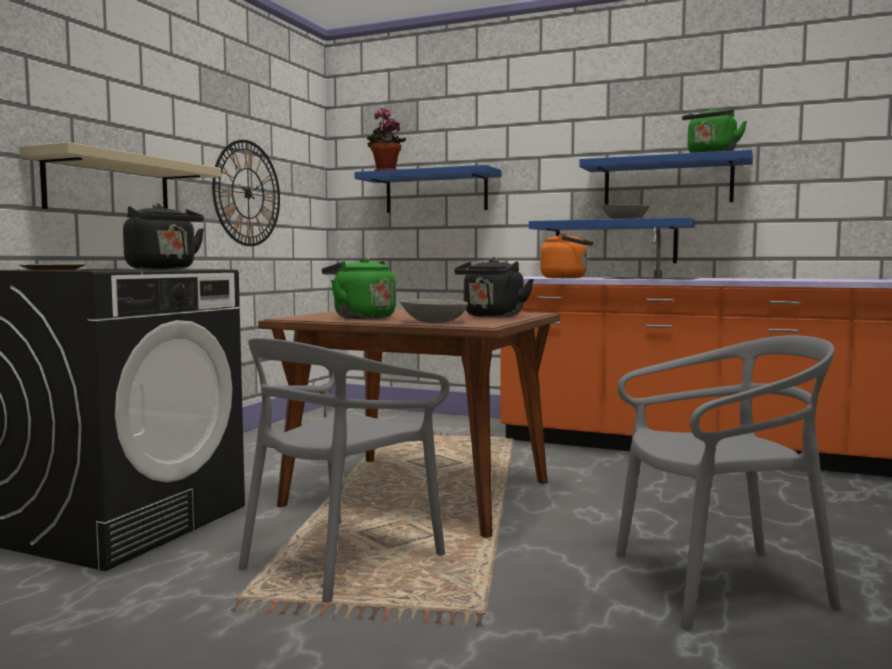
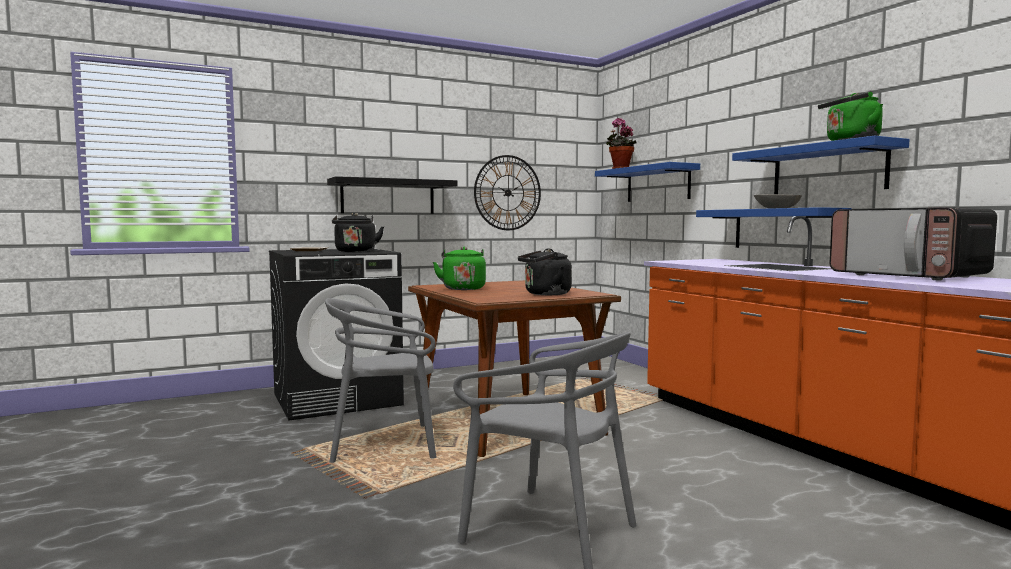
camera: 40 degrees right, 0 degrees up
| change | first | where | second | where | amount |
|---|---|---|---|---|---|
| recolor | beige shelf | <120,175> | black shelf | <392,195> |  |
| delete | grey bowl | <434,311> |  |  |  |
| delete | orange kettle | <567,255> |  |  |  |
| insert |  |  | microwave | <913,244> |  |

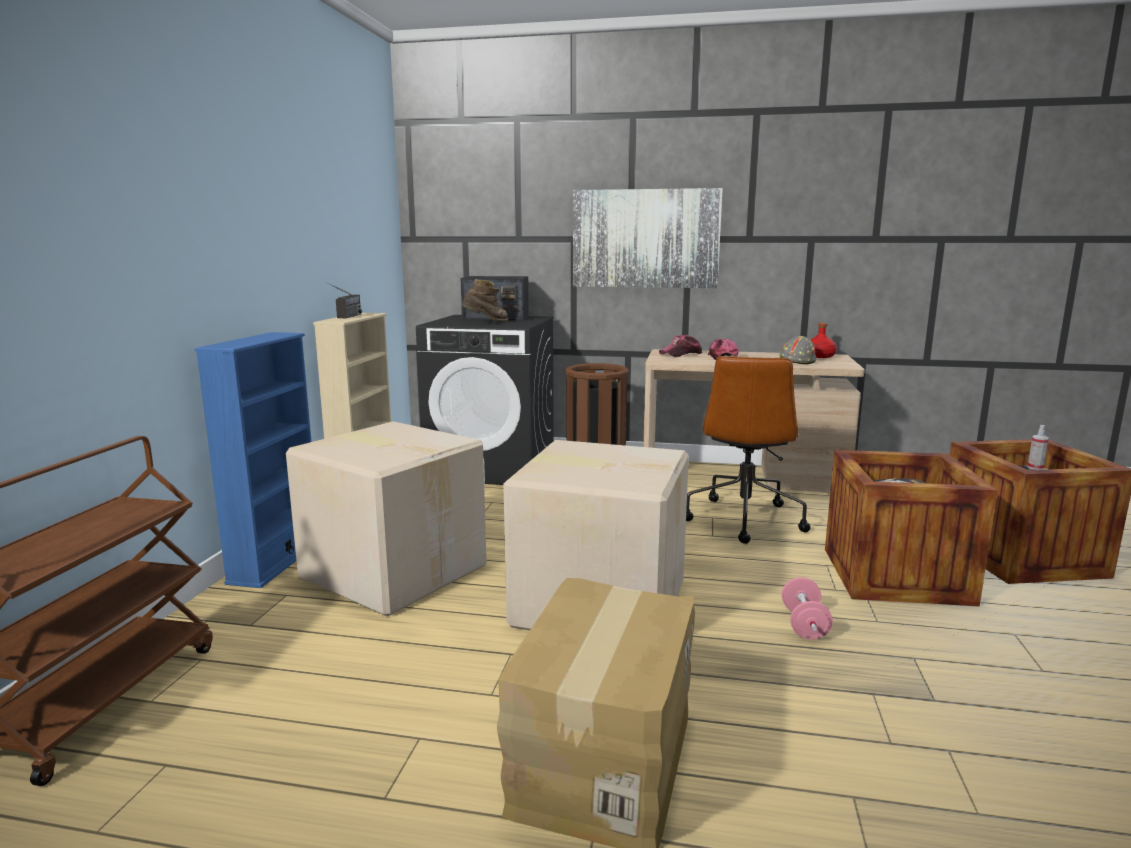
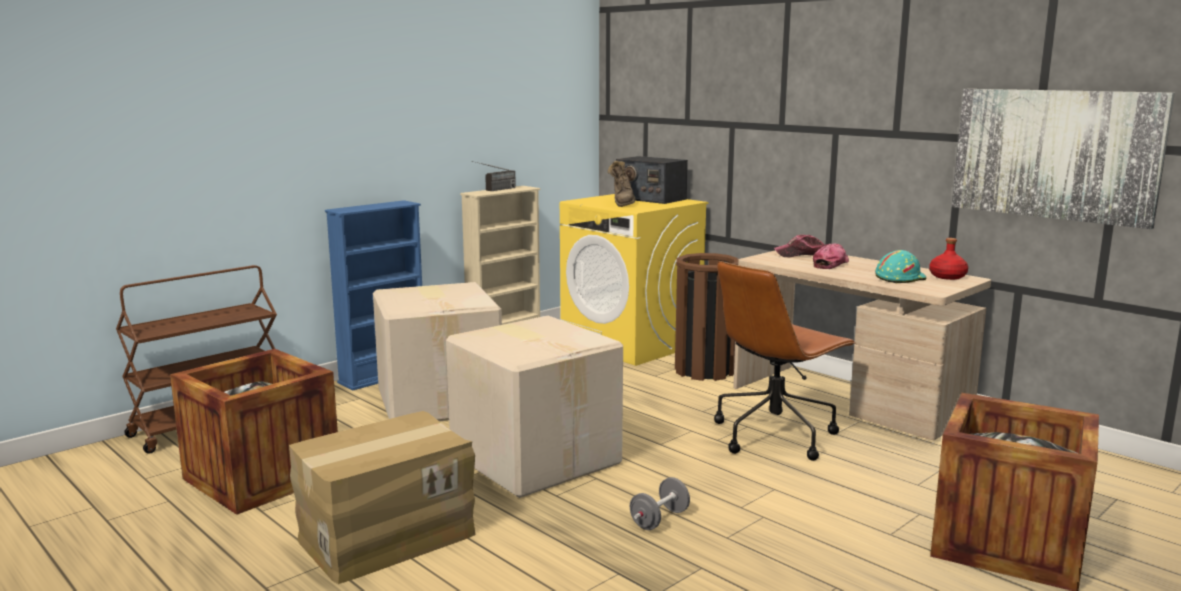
camera: 35 degrees right, 0 degrees up
| change | first | where | second | where | amount |
|---|---|---|---|---|---|
| recolor | black washing machine | <485,400> | yellow washing machine | <634,280> |  |
| rotate | brown boot | <484,300> |  | <621,184> | 90 degrees clockwise |
| move | picture | <648,238> |  | <1063,159> |  |
| recolor | grey hard hat | <798,350> | turquoise hard hat | <901,266> |  |
| recolor | pink dumbbell | <807,608> | grey dumbbell | <660,503> |  |
| move | crate | <911,528> |  | <254,432> |  |
| delete | spray bottle | <1038,447> |  |  |  |

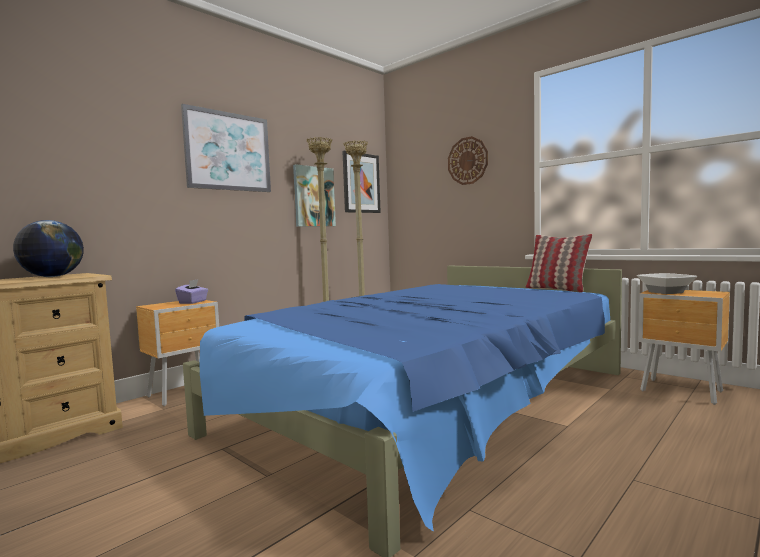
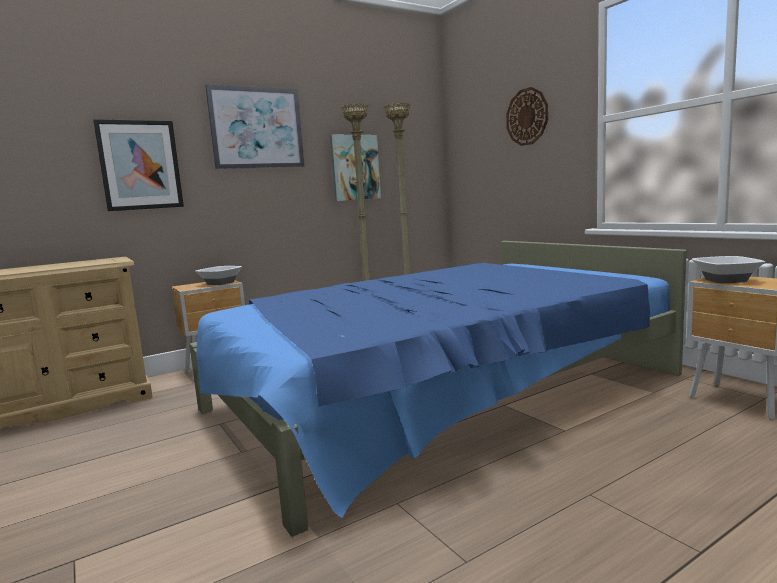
camera: 15 degrees right, 5 degrees up
| change | first | where | second | where | amount |
|---|---|---|---|---|---|
| delete | globe | <48,248> |  |  |  |
| replace | purple tissue box | <191,292> | bowl | <218,275> |  |
| move | picture | <361,182> |  | <138,165> |  |
| delete | pillow | <559,263> |  |  |  |

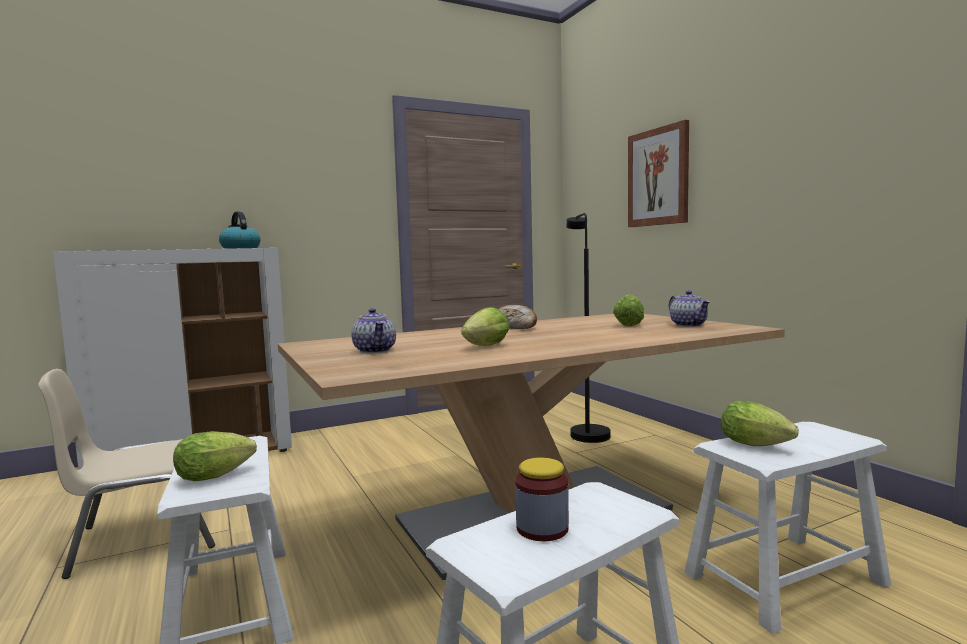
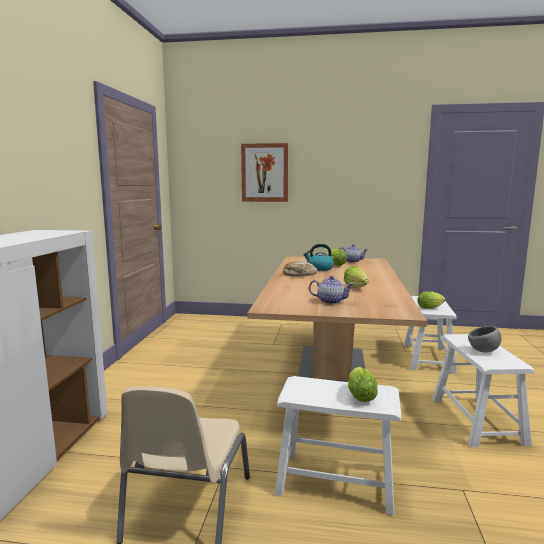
camera: 55 degrees left, 5 degrees up
| change | first | where | second | where | amount |
|---|---|---|---|---|---|
| move | kettle | <239,230> |  | <318,257> |  |
| replace | jar | <542,499> | grey bowl | <485,339> |  |
| delete | black floor lamp | <589,328> |  |  |  |

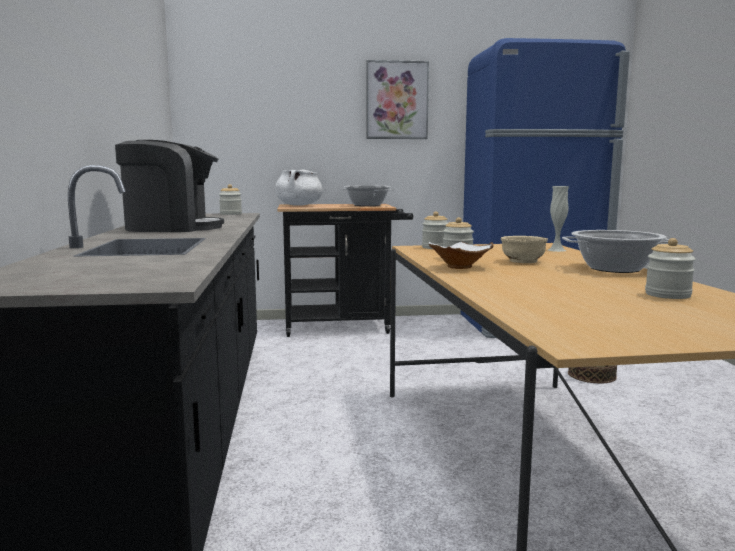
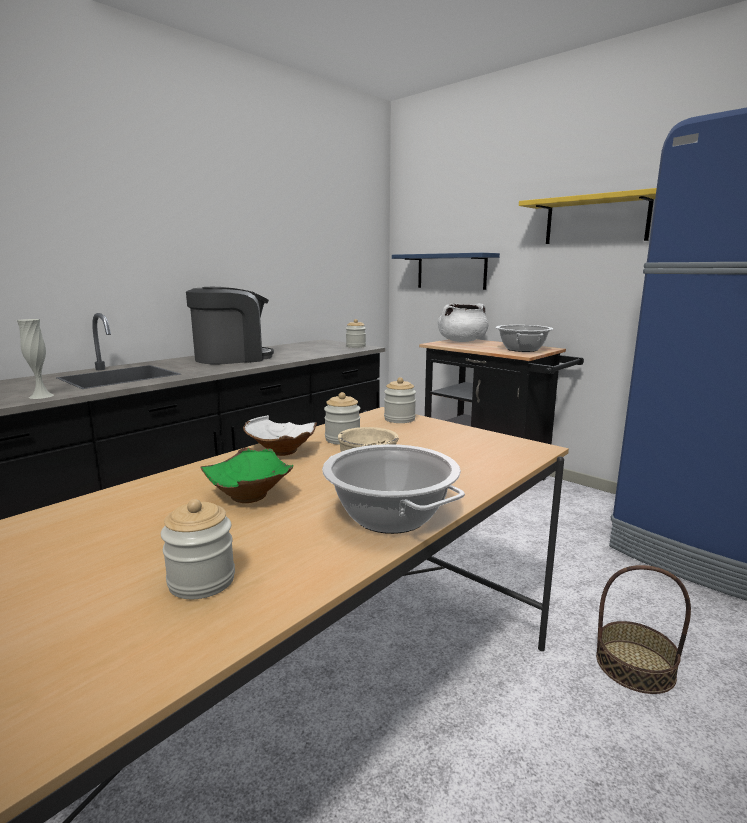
camera: 50 degrees right, 5 degrees up
| change | first | where | second | where | amount |
|---|---|---|---|---|---|
| rotate | coffee machine | <169,186> |  | <230,325> | 75 degrees counterclockwise |
| replace | picture | <397,99> | yellow shelf | <588,216> |  |
| move | white vase | <558,219> |  | <35,359> |  |
| insert |  |  | green bowl | <247,475> |  |
| insert |  |  | blue shelf | <446,271> |  |

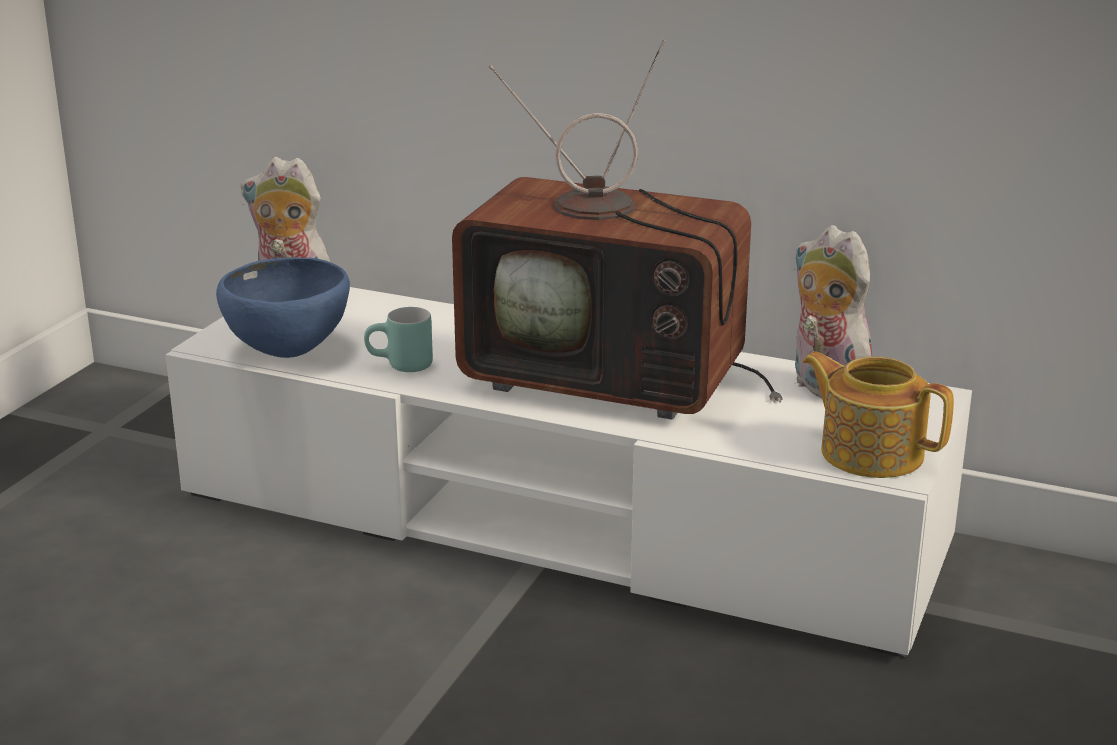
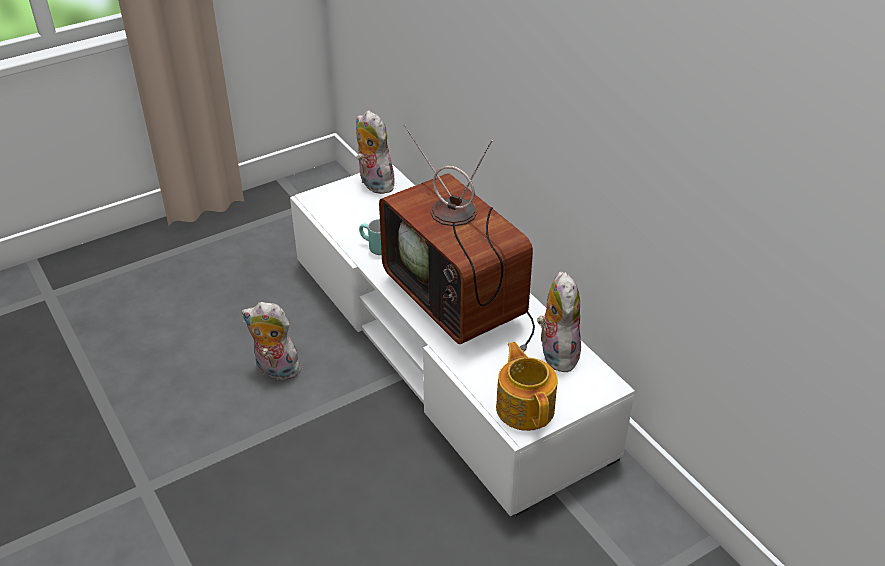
camera: 35 degrees right, 15 degrees up
| change | first | where | second | where | amount |
|---|---|---|---|---|---|
| delete | blue bowl | <283,307> |  |  |  |
| insert |  |  | plush toy | <273,341> |  |

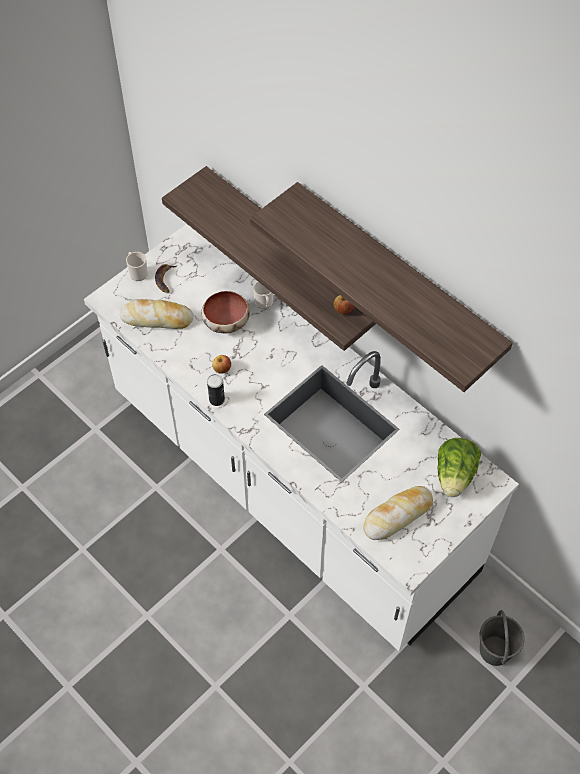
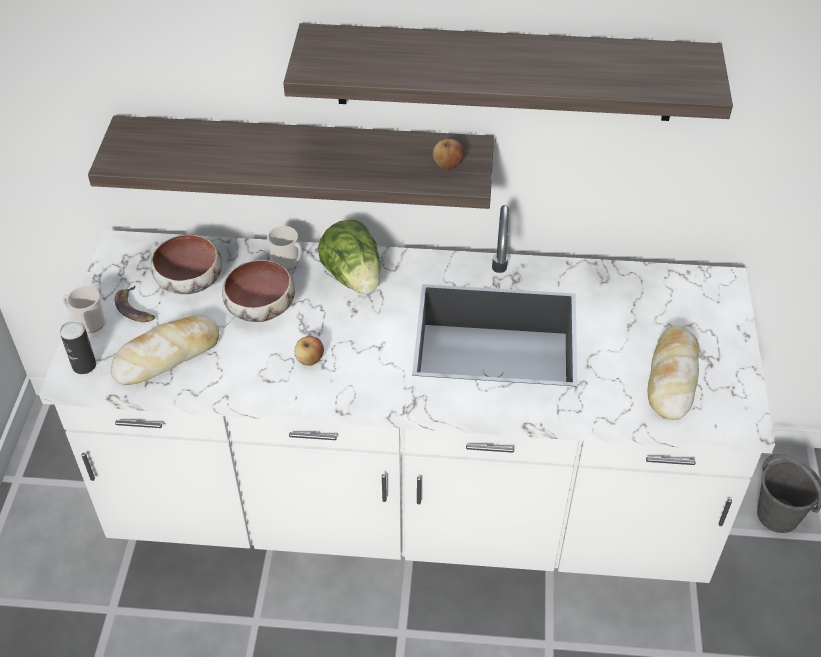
camera: 40 degrees left, 10 degrees down
| change | first | where | second | where | amount |
|---|---|---|---|---|---|
| move | can | <216,390> |  | <78,347> |  |
| move | lettuce | <459,467> |  | <349,257> |  |
| insert |  |  | bowl | <186,264> |  |

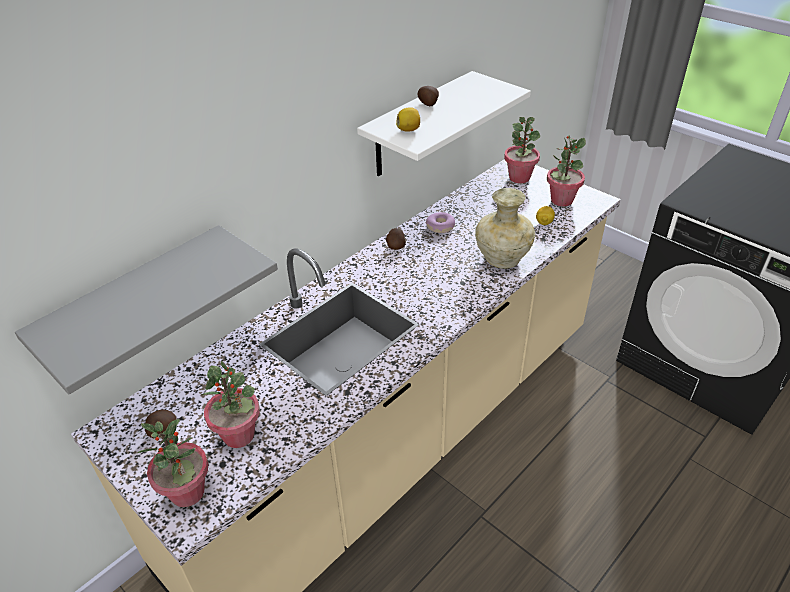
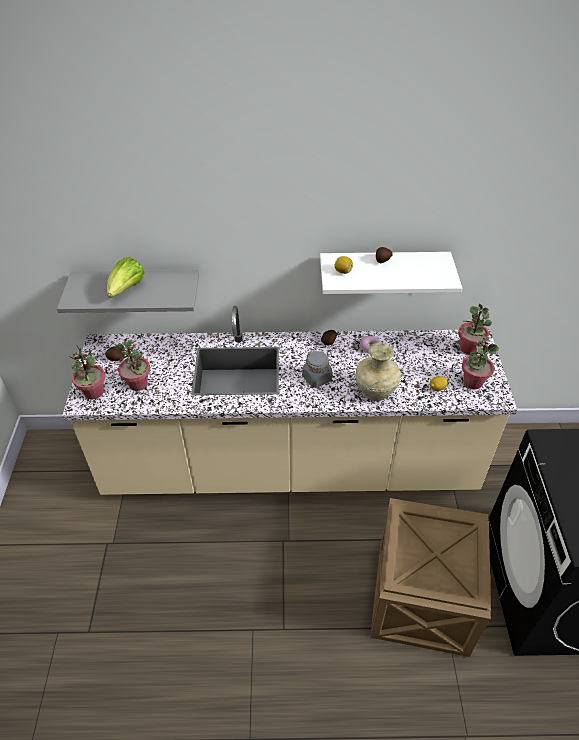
camera: 45 degrees right, 5 degrees up
| change | first | where | second | where | amount |
|---|---|---|---|---|---|
| insert |  |  | lettuce | <126,277> |  |
| insert |  |  | grey jar | <317,369> |  |
| insert |  |  | crate | <431,577> |  |

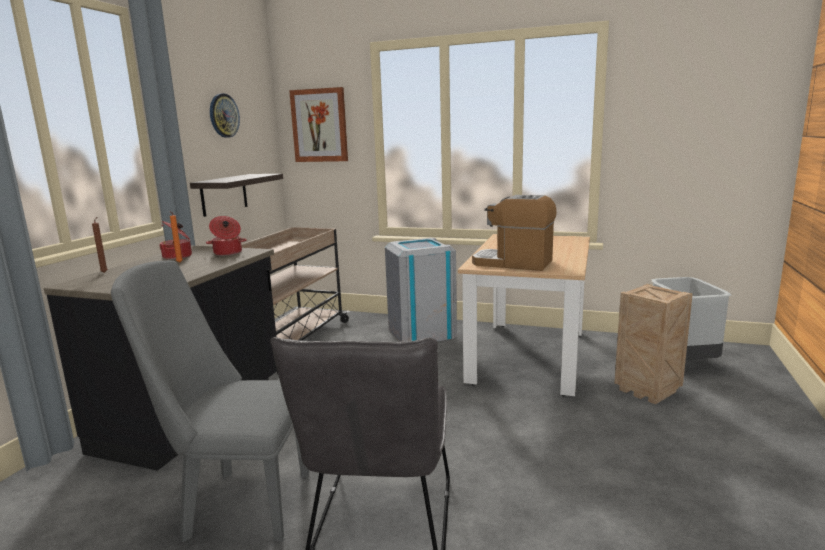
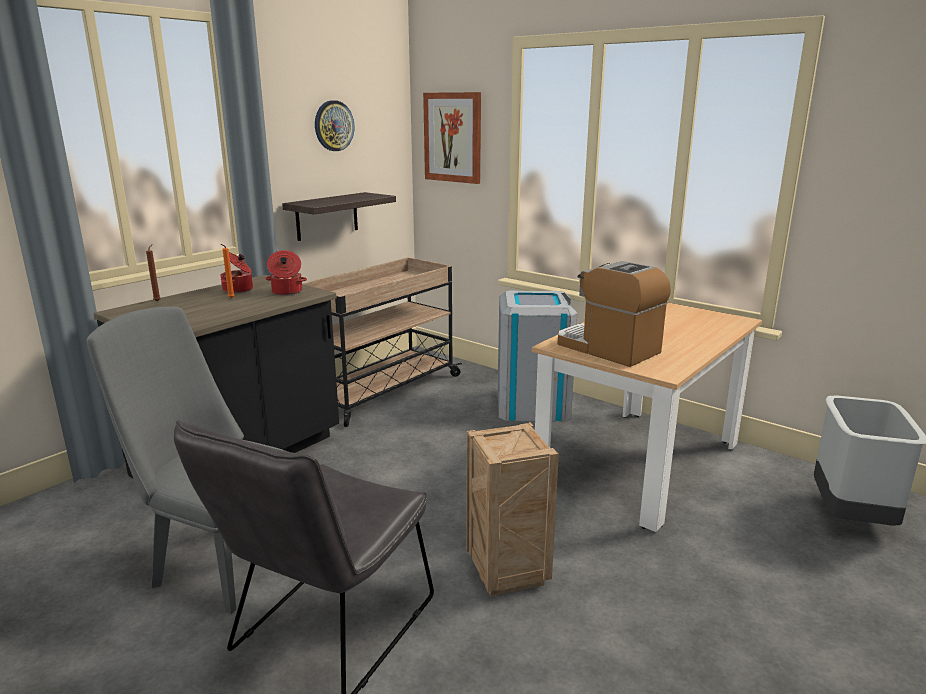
camera: 20 degrees right, 5 degrees up
| change | first | where | second | where | amount |
|---|---|---|---|---|---|
| move | crate | <653,344> |  | <512,509> |  |

